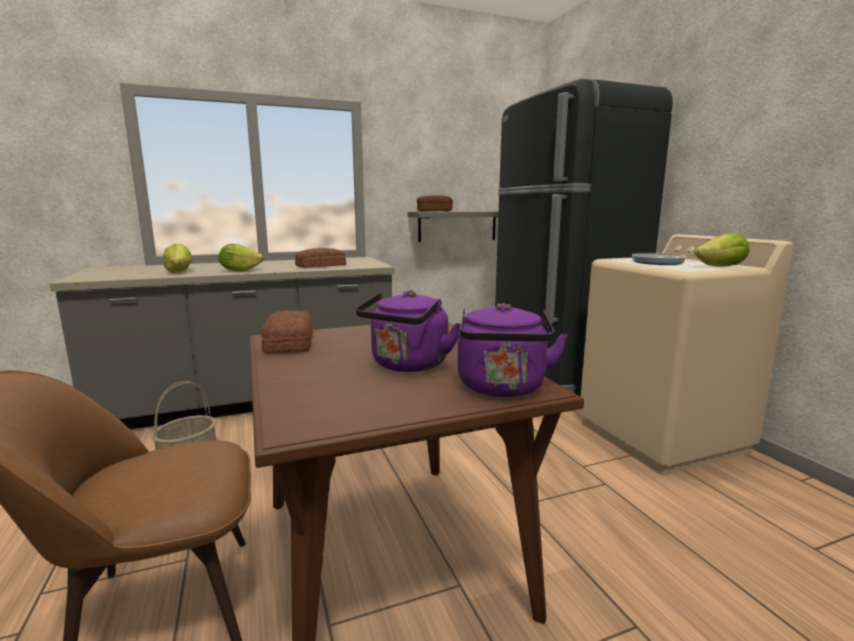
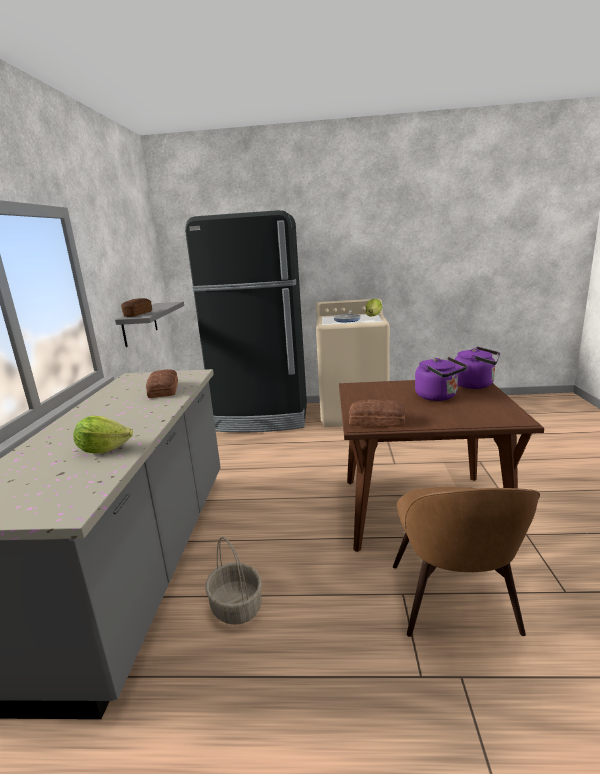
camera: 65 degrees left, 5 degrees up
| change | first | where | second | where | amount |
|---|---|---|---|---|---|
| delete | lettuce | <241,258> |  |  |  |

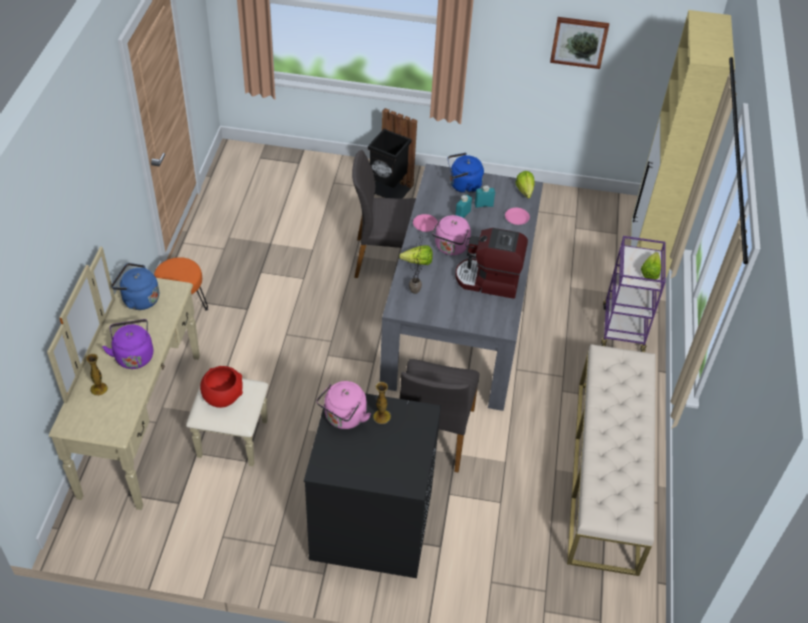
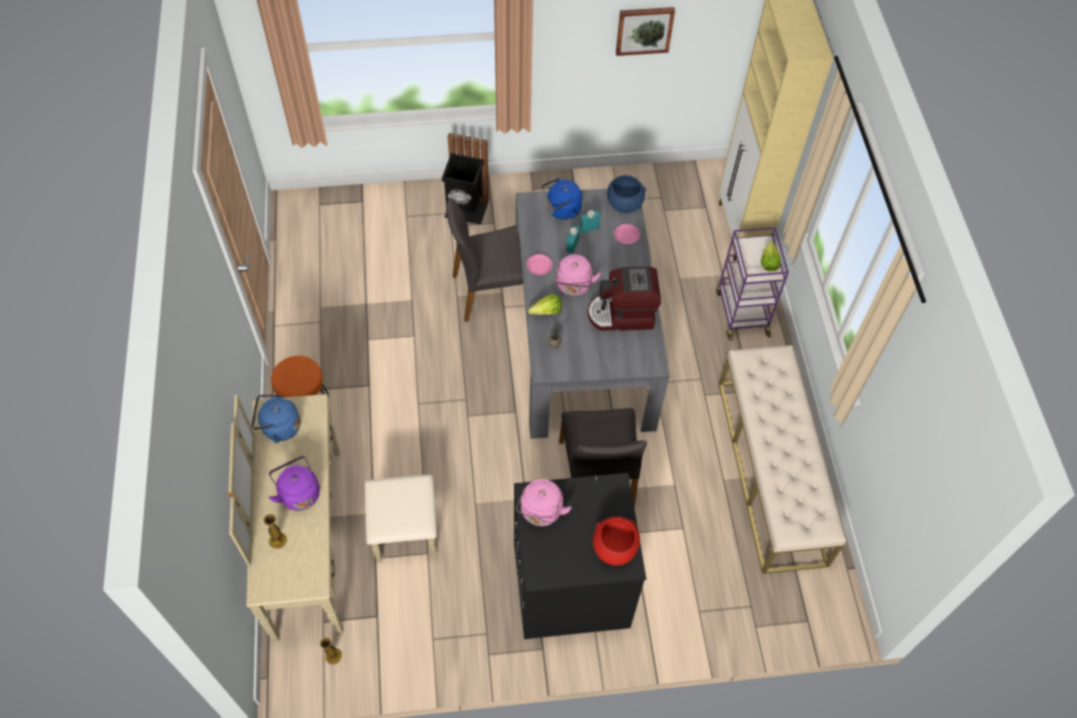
camera: 15 degrees left, 10 degrees up
| change | first | where | second | where | amount |
|---|---|---|---|---|---|
| move | red bowl | <221,387> |  | <616,541> |  |
| move | vase | <382,403> |  | <331,650> |  |
| replace | lettuce | <525,184> | blue bowl | <626,194> |  |

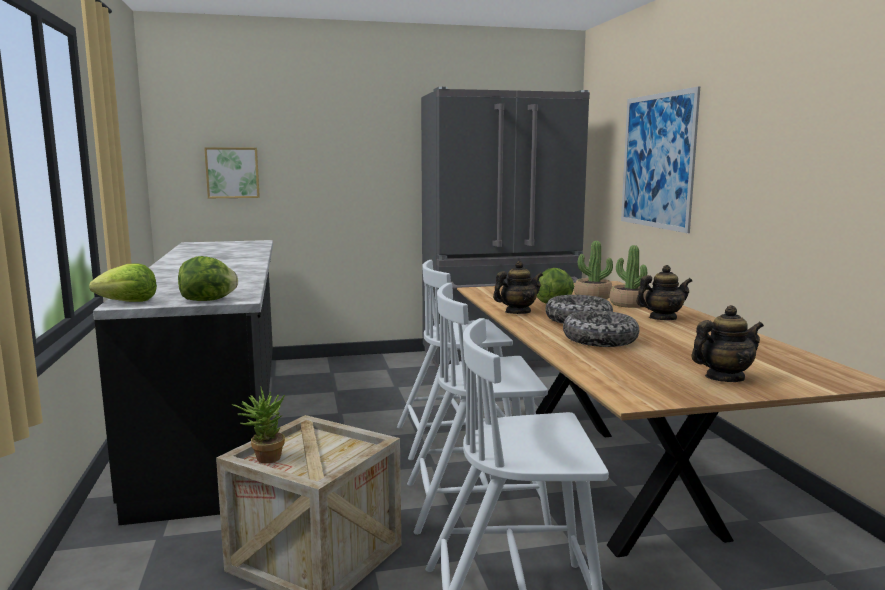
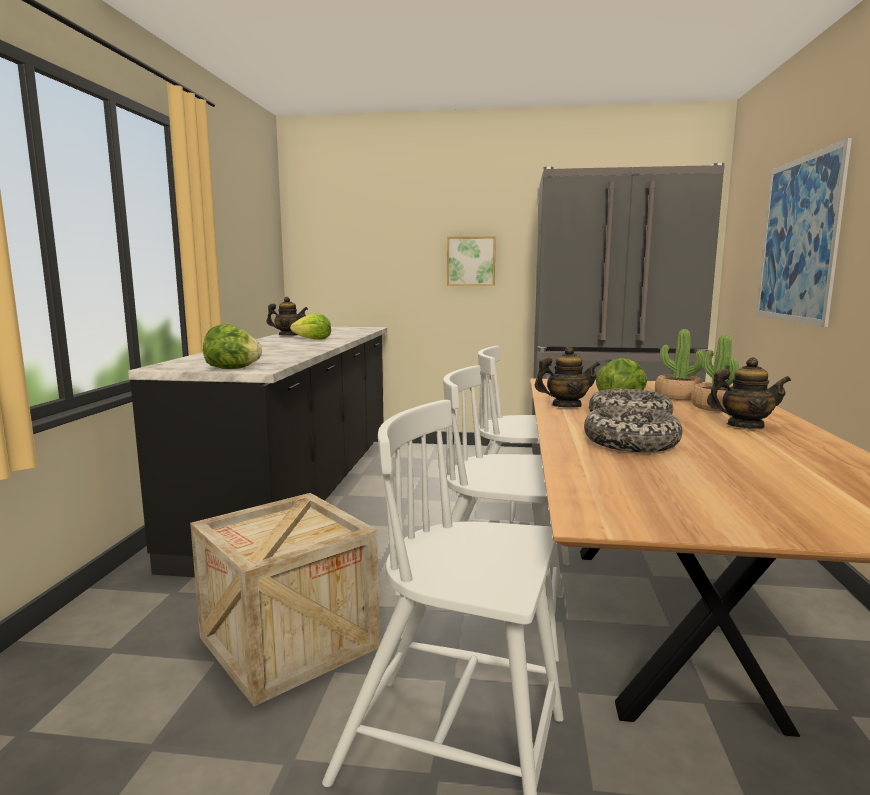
camera: 20 degrees right, 0 degrees up
| change | first | where | second | where | amount |
|---|---|---|---|---|---|
| move | lettuce | <123,283> |  | <310,327> |  |
| move | picture | <232,172> |  | <471,261> |  |
| delete | potted plant | <258,425> |  |  |  |
| move | teapot | <727,343> |  | <287,316> |  |

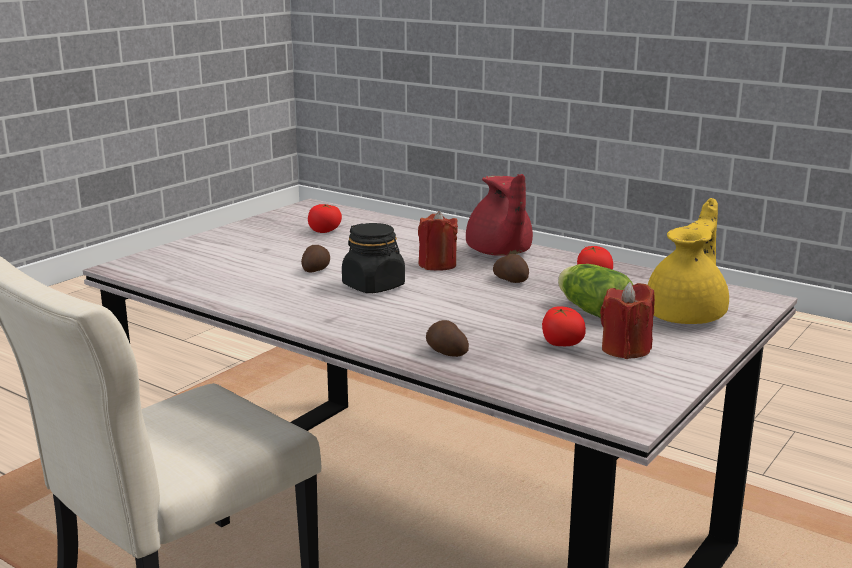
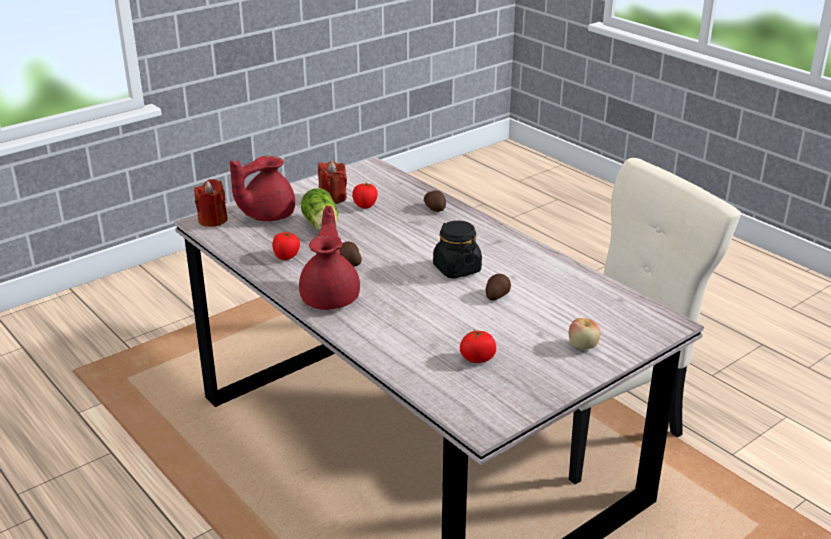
camera: 165 degrees left, 10 degrees up
| change | first | where | second | where | amount |
|---|---|---|---|---|---|
| move | red candle | <438,241> |  | <211,203> |  |
| recolor | yellow teapot | <688,261> | red teapot | <262,189> |  |
| insert |  |  | apple | <585,333> |  |

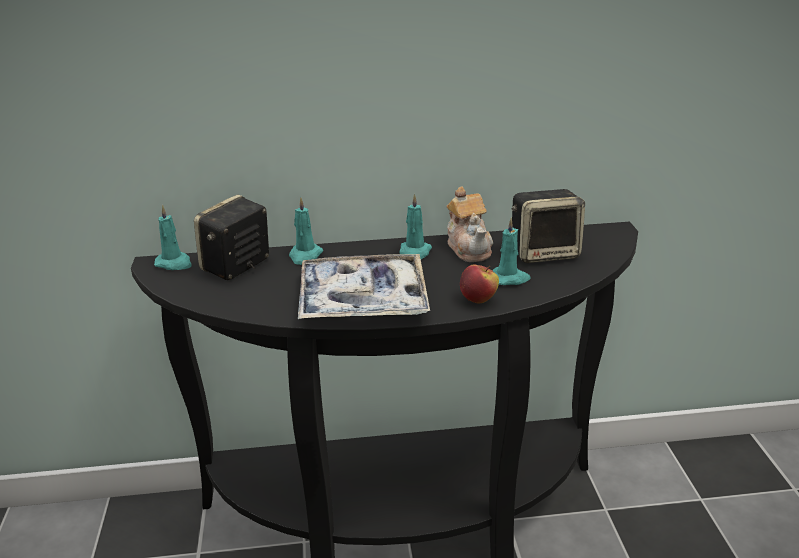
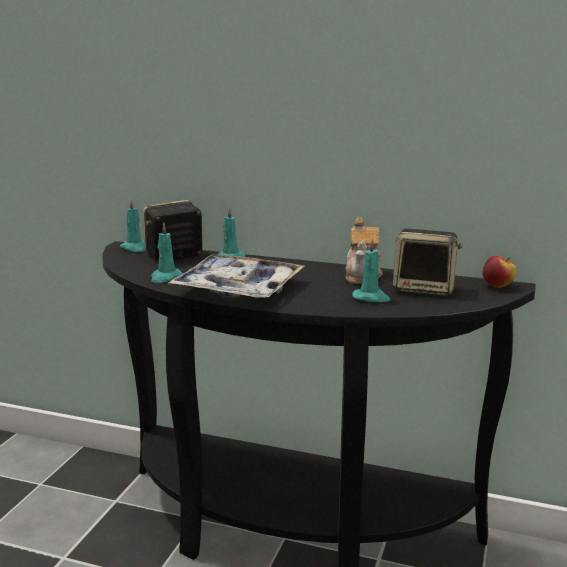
camera: 25 degrees right, 10 degrees down
| change | first | where | second | where | amount |
|---|---|---|---|---|---|
| move | turquoise candle | <415,226> |  | <167,252> |  |
| move | apple | <479,284> |  | <499,271> |  |

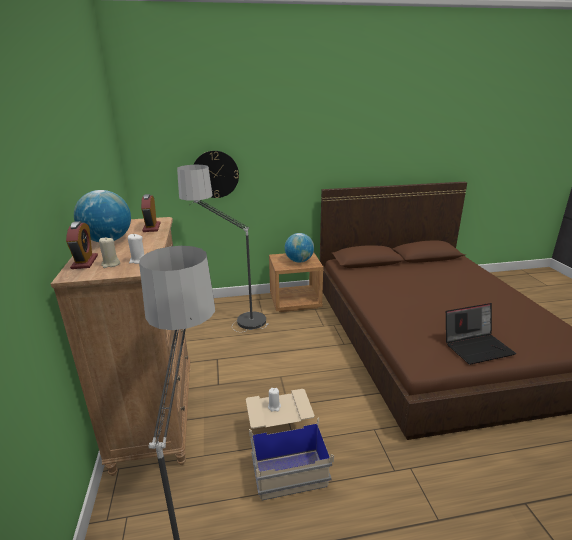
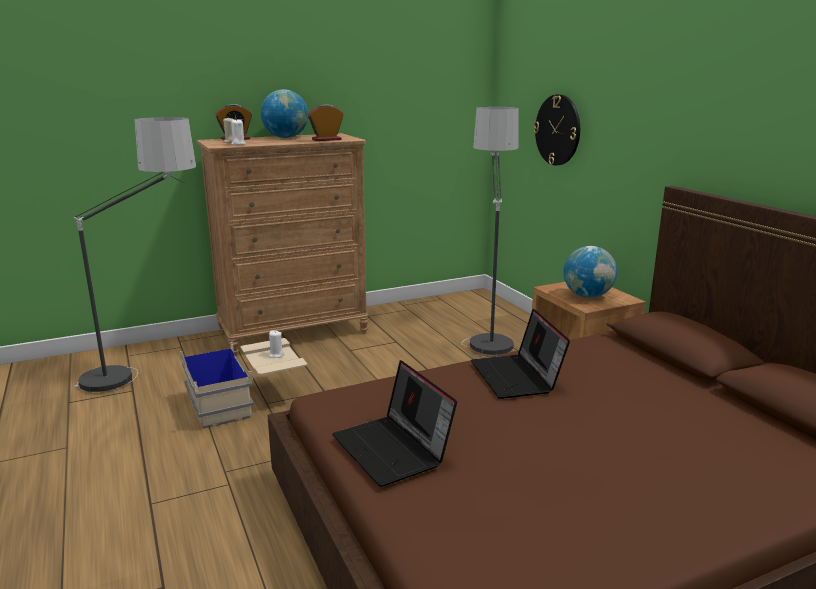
camera: 75 degrees right, 5 degrees down
| change | first | where | second | where | amount |
|---|---|---|---|---|---|
| insert |  |  | laptop | <520,354> |  |

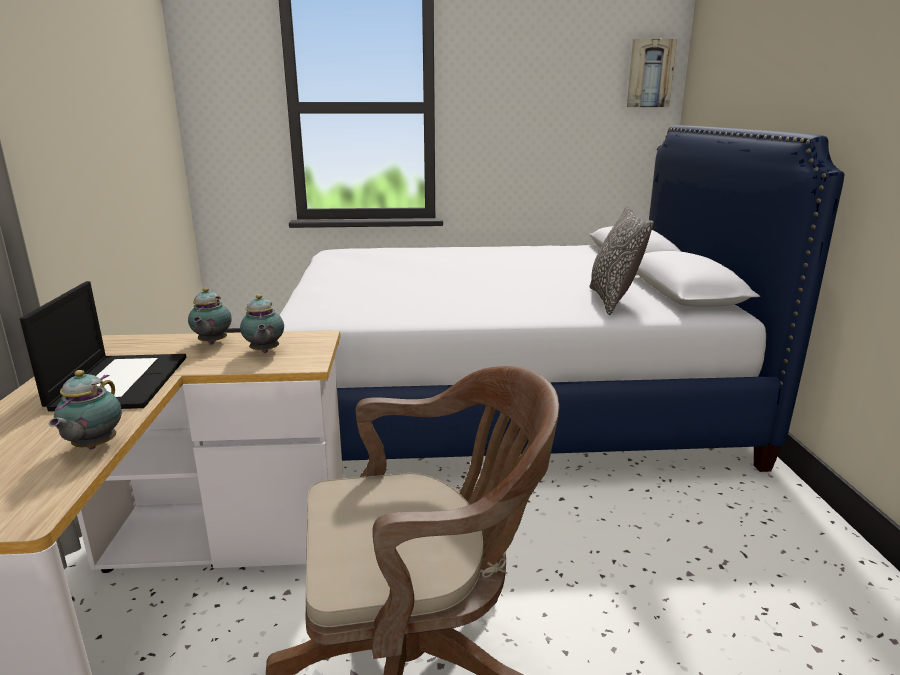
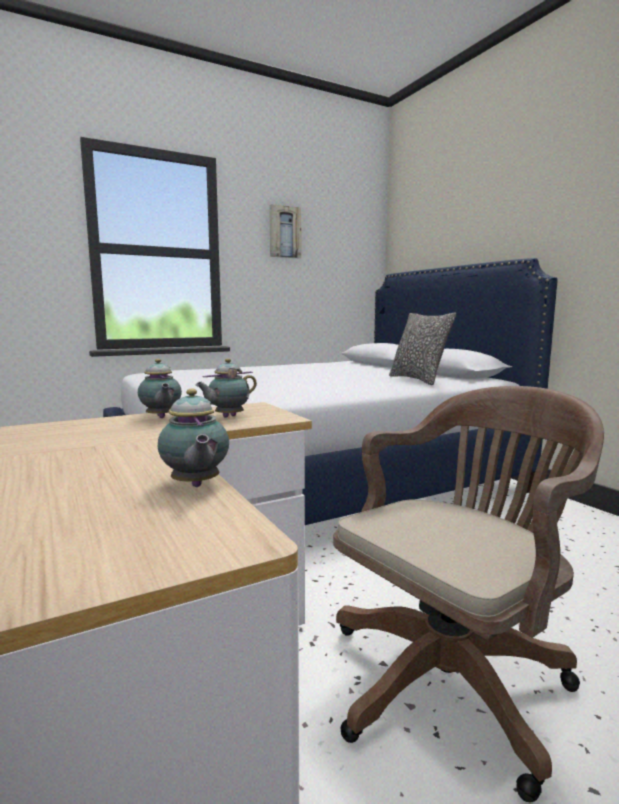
camera: 25 degrees left, 10 degrees down
| change | first | where | second | where | amount |
|---|---|---|---|---|---|
| delete | laptop | <103,346> |  |  |  |
| rotate | teapot | <262,323> |  | <226,388> | 90 degrees clockwise |
| move | picture | <652,73> |  | <285,231> |  |

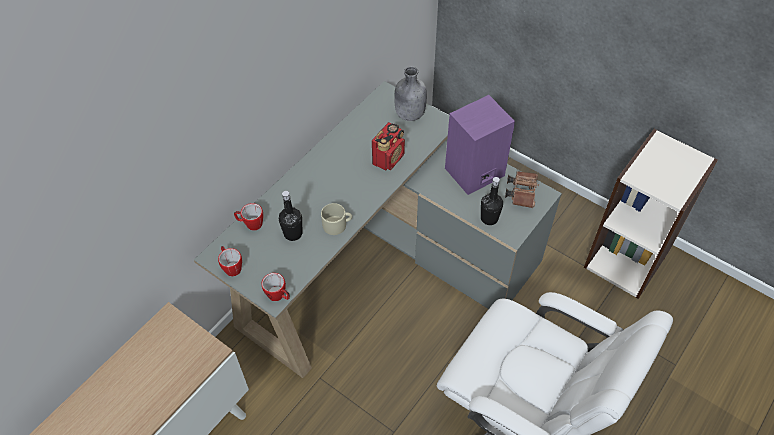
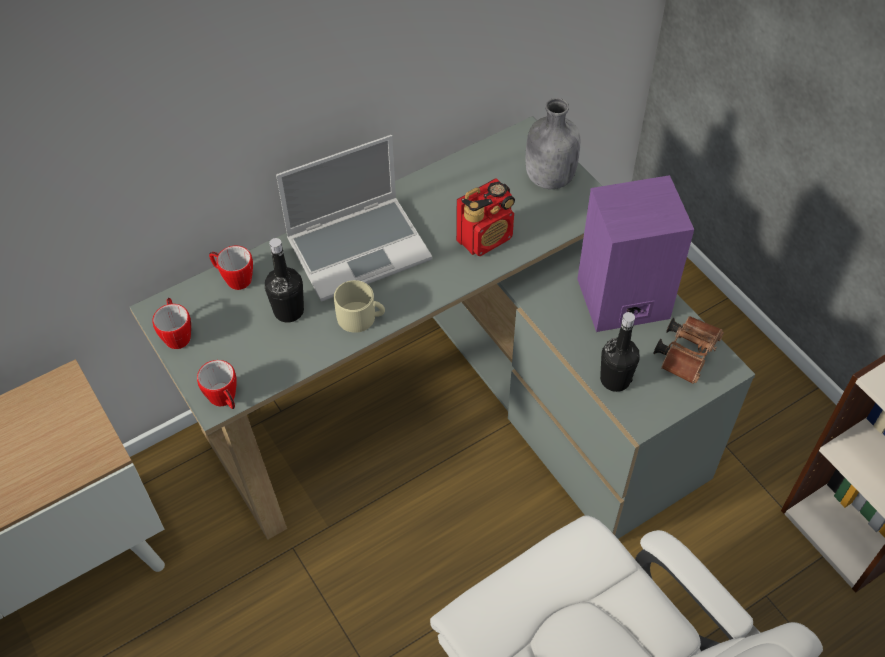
camera: 20 degrees right, 0 degrees up
| change | first | where | second | where | amount |
|---|---|---|---|---|---|
| insert |  |  | laptop | <354,218> |  |

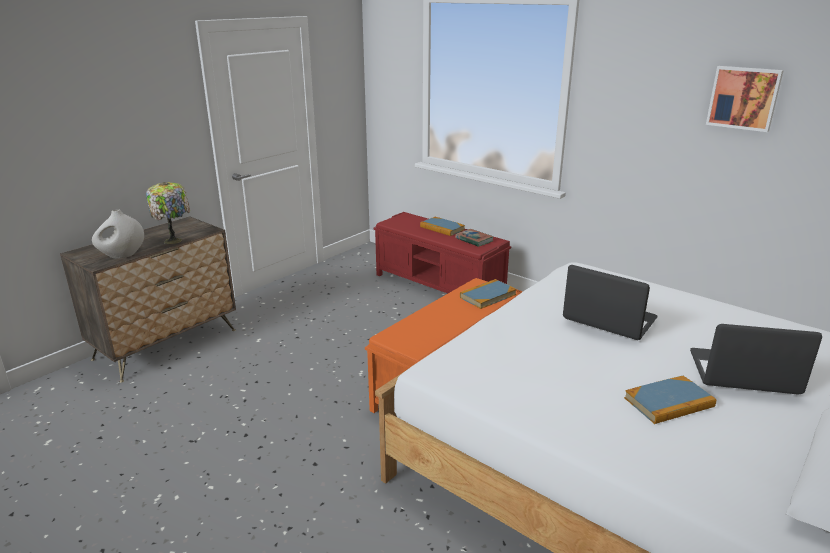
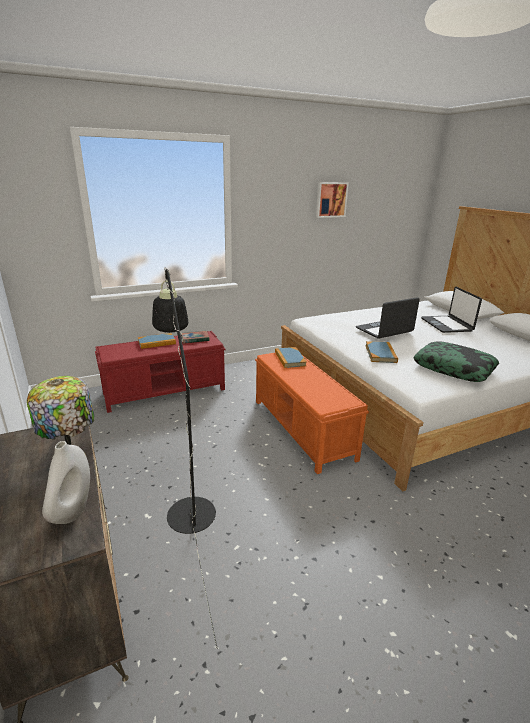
camera: 65 degrees left, 0 degrees up
| change | first | where | second | where | amount |
|---|---|---|---|---|---|
| move | book | <670,400> |  | <382,352> |  |
| rotate | laptop | <756,359> |  | <451,310> | 45 degrees counterclockwise |
| insert |  |  | black floor lamp | <185,458> |  |
| insert |  |  | pillow | <456,361> |  |

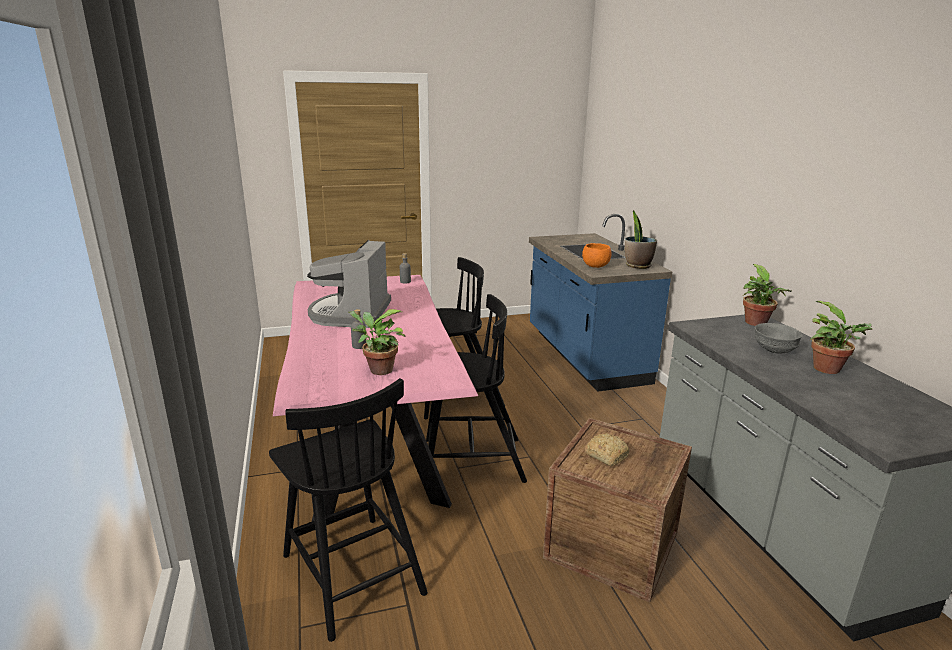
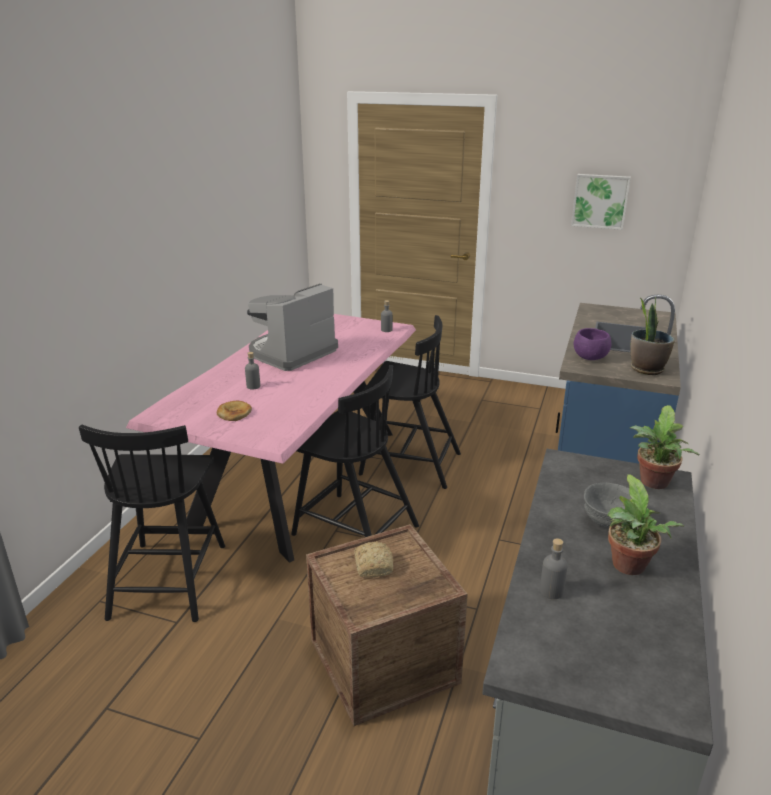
camera: 35 degrees right, 5 degrees up
| change | first | where | second | where | amount |
|---|---|---|---|---|---|
| replace | potted plant | <377,342> | bread | <234,411> |  |
| recolor | orange bowl | <596,255> | purple bowl | <592,344> |  |
| insert |  |  | grey bottle | <554,568> |  |
| insert |  |  | picture | <601,202> |  |

